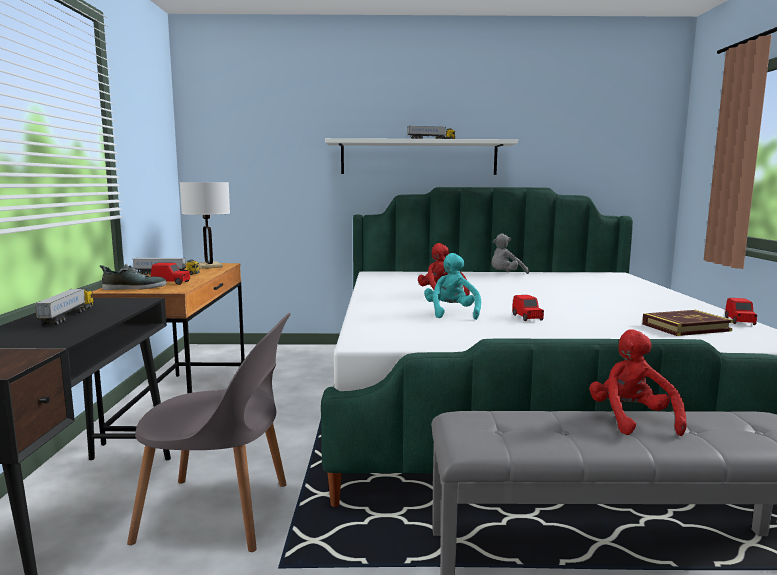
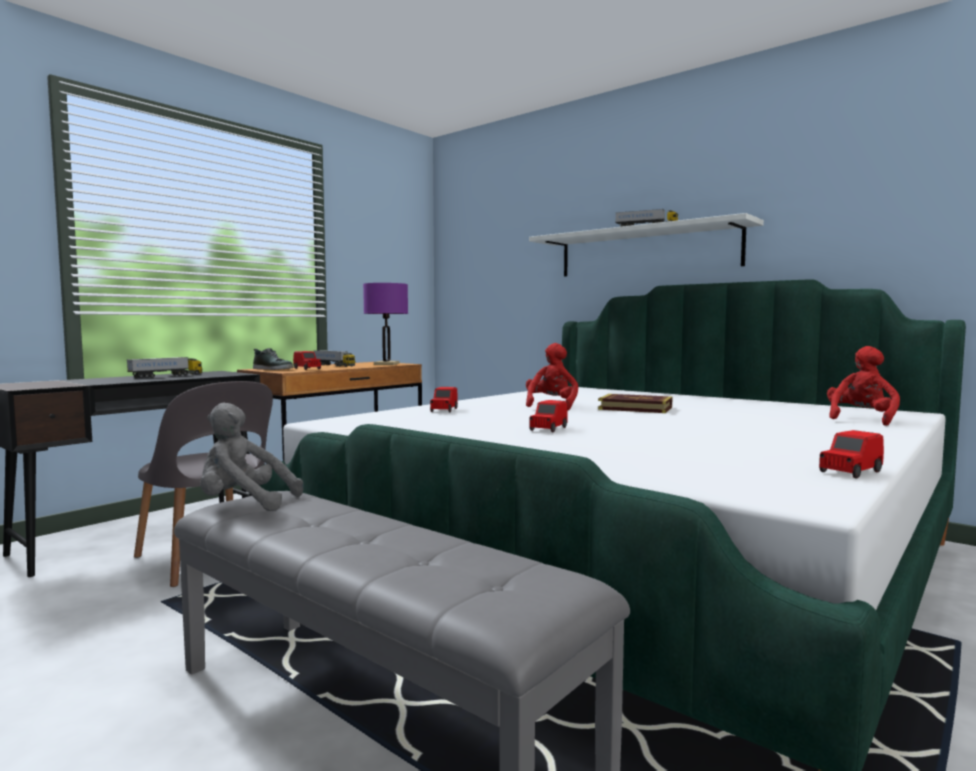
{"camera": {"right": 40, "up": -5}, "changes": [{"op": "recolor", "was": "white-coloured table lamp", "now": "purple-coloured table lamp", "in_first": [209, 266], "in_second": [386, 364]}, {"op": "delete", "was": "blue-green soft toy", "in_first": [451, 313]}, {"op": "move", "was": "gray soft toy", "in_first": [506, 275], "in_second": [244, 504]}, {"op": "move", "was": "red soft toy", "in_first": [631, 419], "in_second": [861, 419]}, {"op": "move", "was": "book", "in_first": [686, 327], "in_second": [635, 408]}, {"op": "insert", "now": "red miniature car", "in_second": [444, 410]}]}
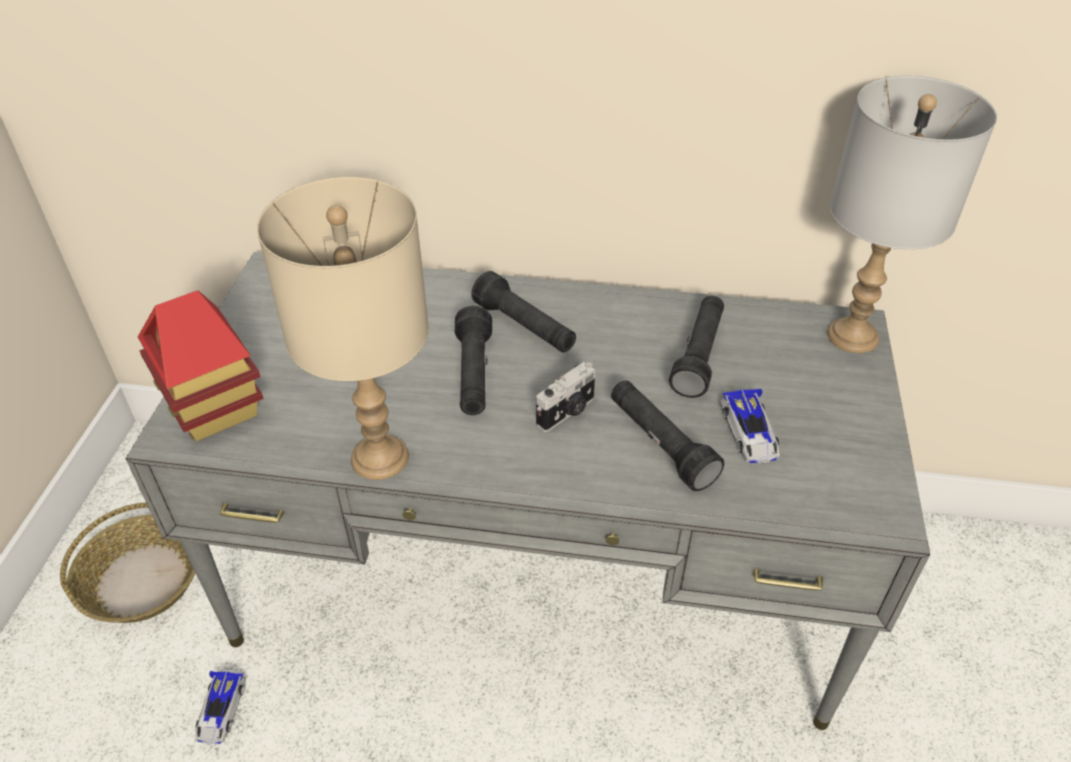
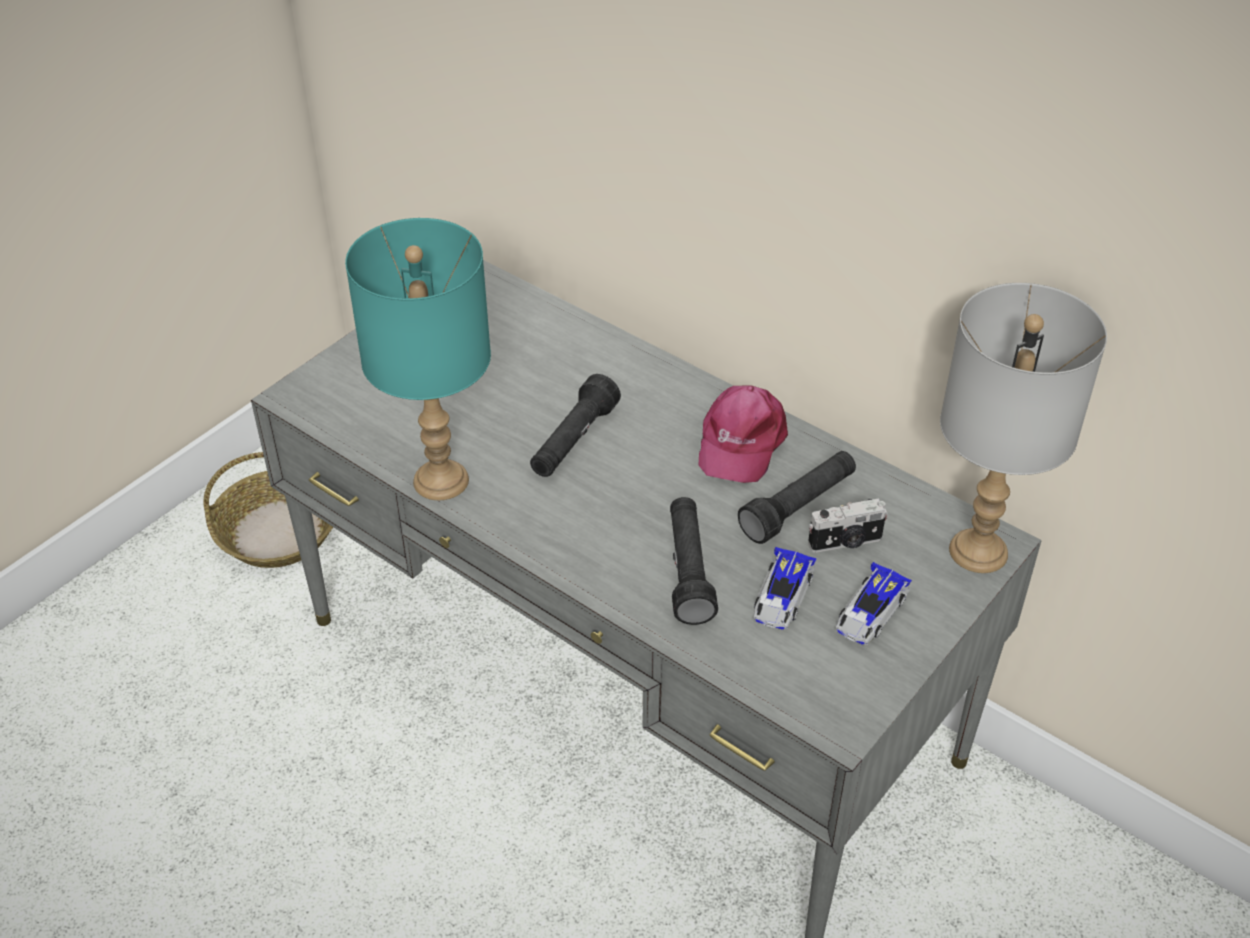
{"camera": {"right": 30, "up": 0}, "changes": [{"op": "delete", "was": "model house", "in_first": [215, 408]}, {"op": "move", "was": "miniature car", "in_first": [220, 710], "in_second": [870, 612]}, {"op": "recolor", "was": "beige table lamp", "now": "blue-green table lamp", "in_first": [380, 458], "in_second": [440, 481]}, {"op": "delete", "was": "black-coloured flashlight", "in_first": [525, 327]}, {"op": "move", "was": "photo camera", "in_first": [567, 412], "in_second": [846, 543]}, {"op": "insert", "now": "pink baseball cap", "in_second": [740, 442]}]}
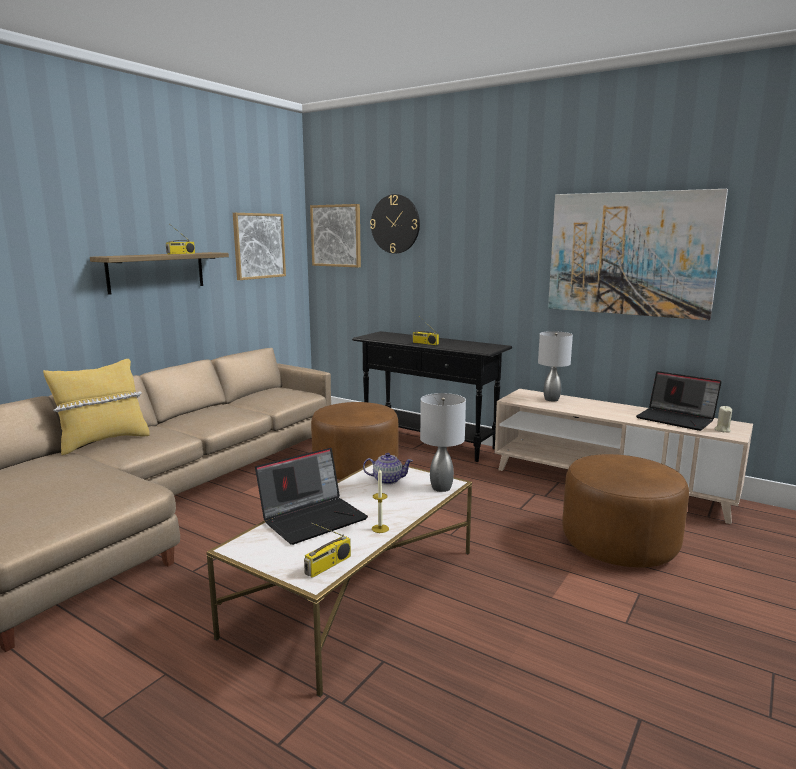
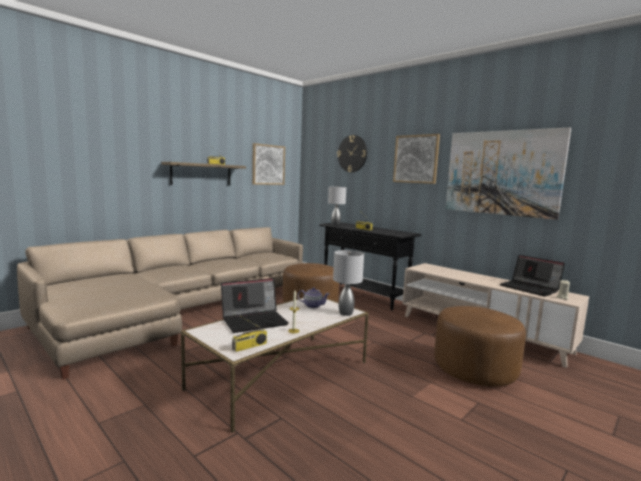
{"camera": {"right": 10, "up": -5}, "changes": [{"op": "delete", "was": "yellowish cushion", "in_first": [103, 442]}, {"op": "move", "was": "wall art", "in_first": [336, 235], "in_second": [416, 159]}, {"op": "move", "was": "gray table lamp", "in_first": [552, 399], "in_second": [336, 224]}]}
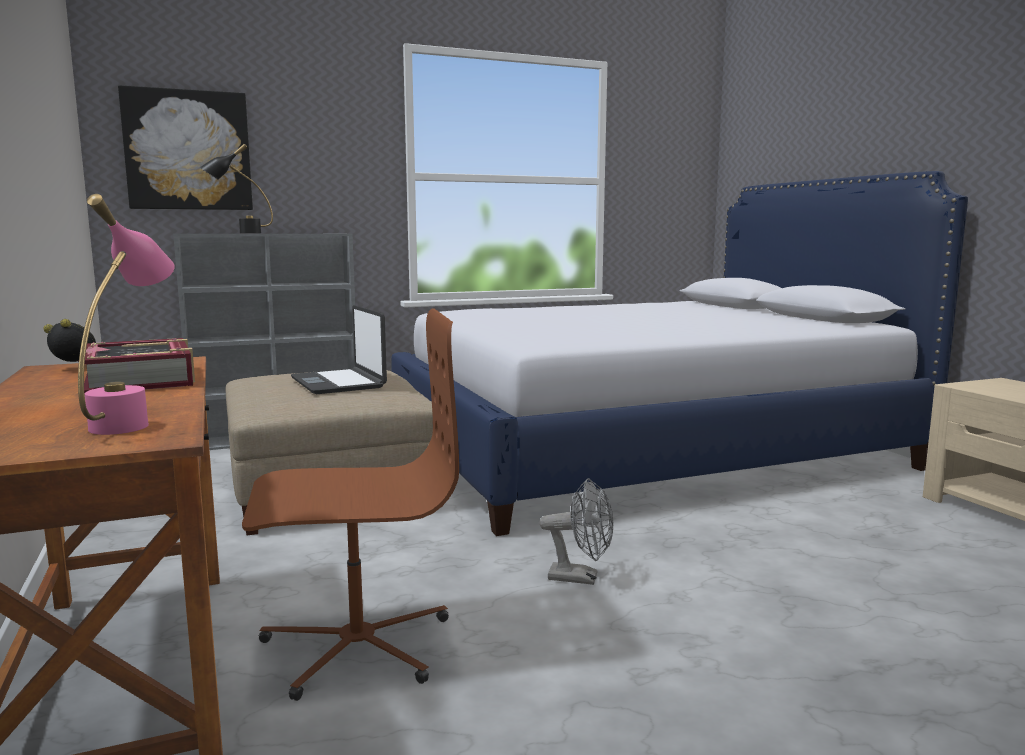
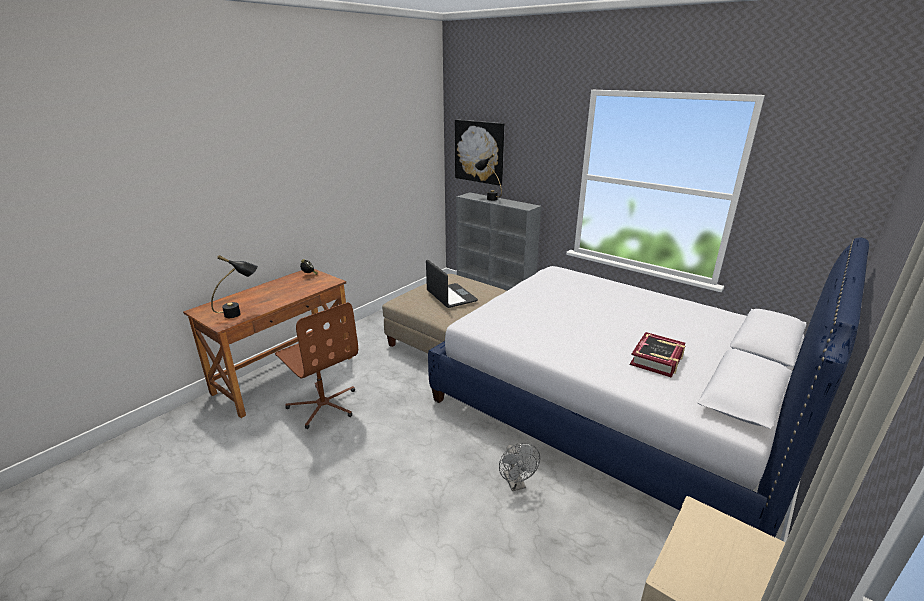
{"camera": {"right": 60, "up": 15}, "changes": [{"op": "recolor", "was": "pink table lamp", "now": "black-coloured table lamp", "in_first": [132, 421], "in_second": [240, 313]}, {"op": "move", "was": "book", "in_first": [140, 379], "in_second": [657, 359]}, {"op": "rotate", "was": "laptop", "in_first": [339, 383], "in_second": [451, 296], "clockwise": 120}, {"op": "move", "was": "gray electric fan", "in_first": [581, 577], "in_second": [516, 484]}]}
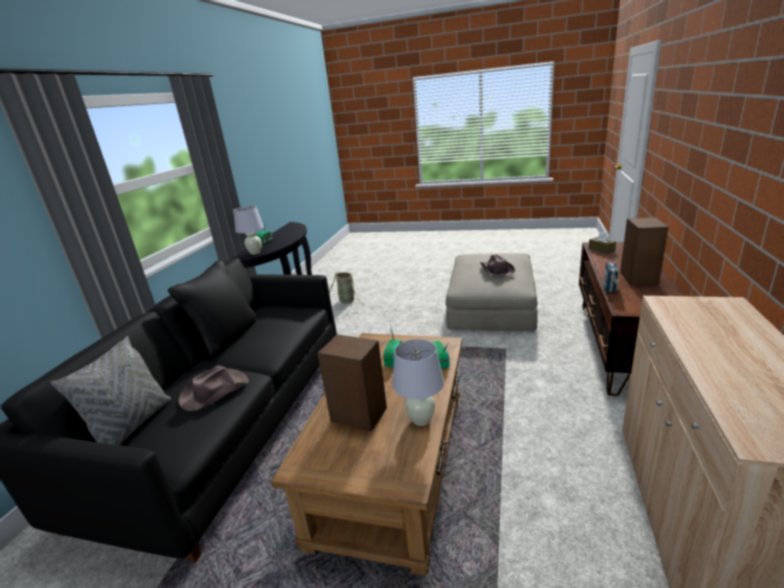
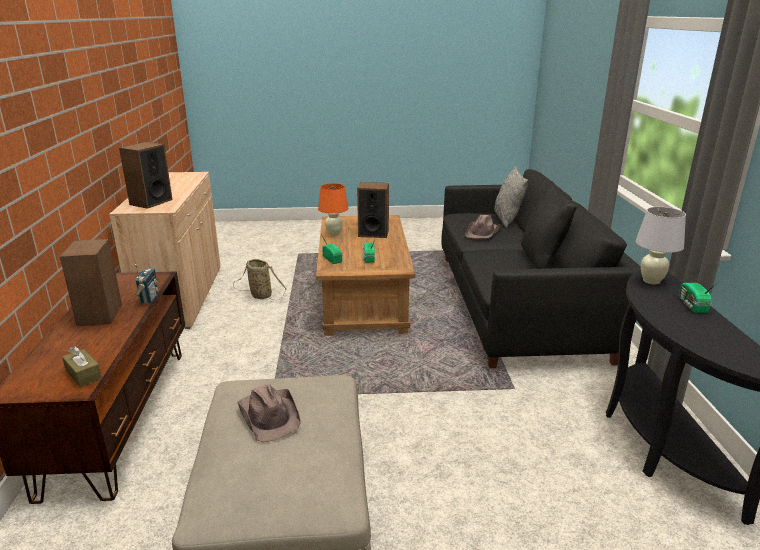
{"camera": {"right": 160, "up": 0}, "changes": [{"op": "move", "was": "storage basket", "in_first": [348, 301], "in_second": [259, 295]}, {"op": "recolor", "was": "white-coloured table lamp", "now": "orange table lamp", "in_first": [421, 420], "in_second": [334, 234]}, {"op": "insert", "now": "audio speaker", "in_second": [151, 202]}]}
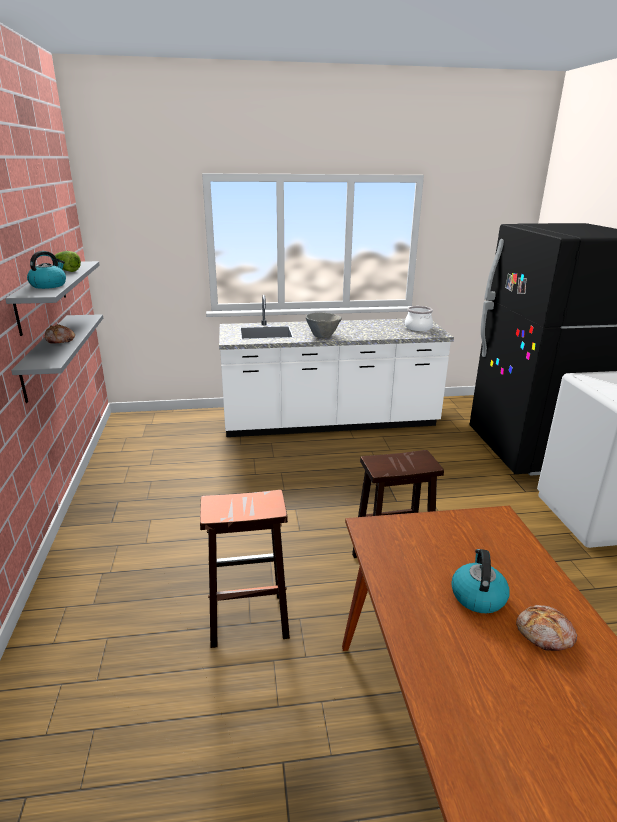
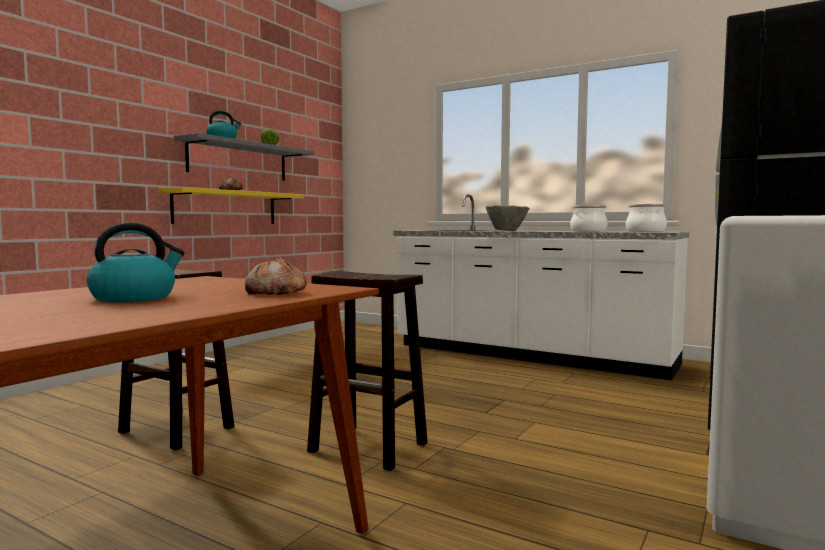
{"camera": {"right": 40, "up": -20}, "changes": [{"op": "recolor", "was": "gray shelf", "now": "yellowish shelf", "in_first": [46, 356], "in_second": [226, 207]}, {"op": "move", "was": "bakery bread", "in_first": [545, 634], "in_second": [274, 293]}, {"op": "insert", "now": "saucepot", "in_second": [588, 231]}]}
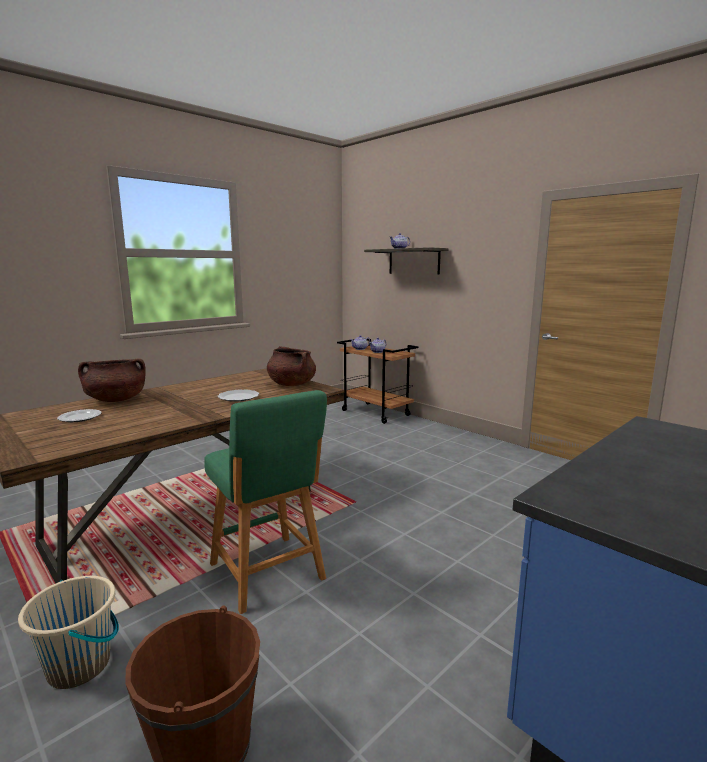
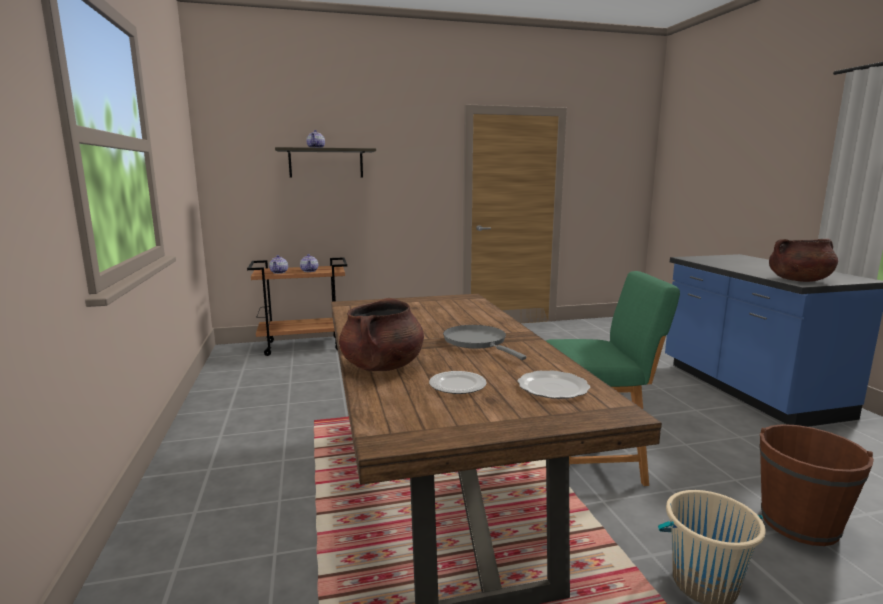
{"camera": {"right": -60, "up": 0}, "changes": [{"op": "move", "was": "plate", "in_first": [238, 397], "in_second": [553, 388]}, {"op": "move", "was": "brownish saucepot", "in_first": [291, 384], "in_second": [799, 280]}, {"op": "insert", "now": "gray frying pan", "in_second": [477, 342]}]}
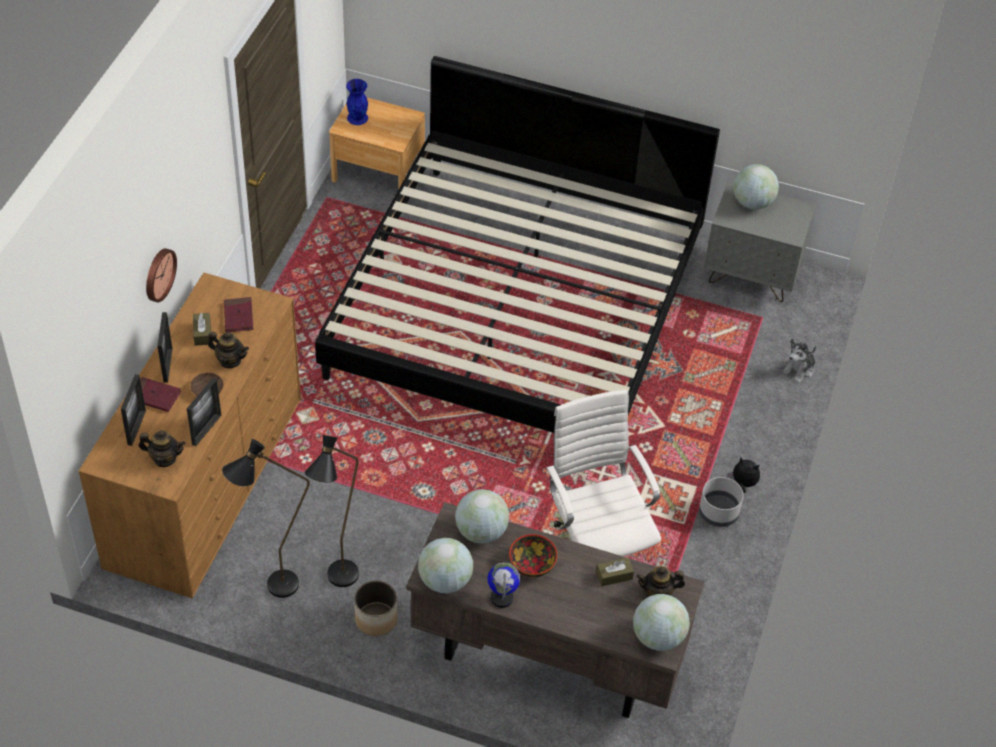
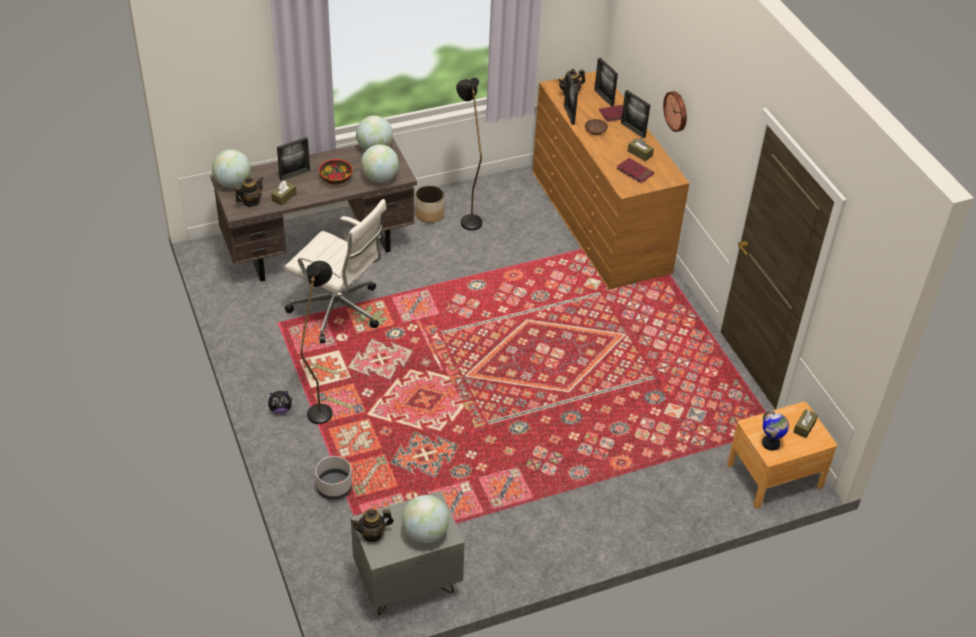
{"camera": {"right": 140, "up": -5}, "changes": [{"op": "move", "was": "teapot", "in_first": [230, 360], "in_second": [372, 534]}, {"op": "move", "was": "black-coloured standard lamp", "in_first": [273, 591], "in_second": [322, 407]}, {"op": "delete", "was": "bed", "in_first": [516, 306]}, {"op": "replace", "was": "blue decorative vase", "now": "brownish tissue holder", "in_first": [358, 117], "in_second": [804, 427]}, {"op": "move", "was": "desk globe", "in_first": [502, 598], "in_second": [770, 443]}, {"op": "move", "was": "gray planter", "in_first": [719, 513], "in_second": [334, 488]}, {"op": "delete", "was": "soft toy", "in_first": [799, 369]}, {"op": "insert", "now": "picture frame", "in_second": [295, 174]}]}
